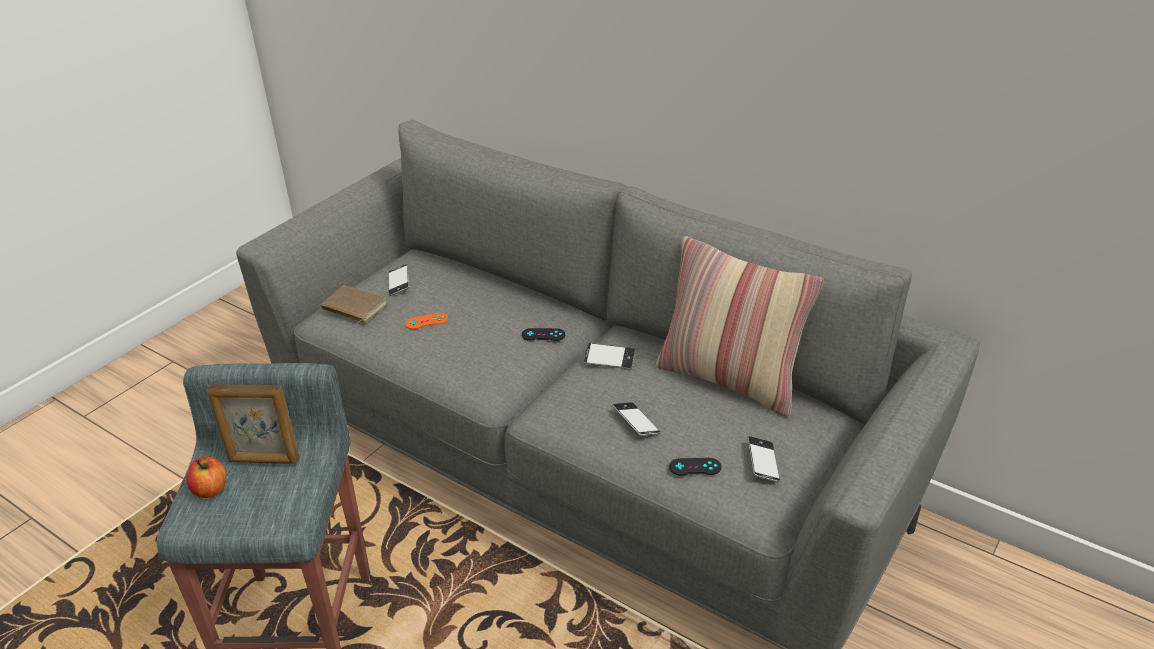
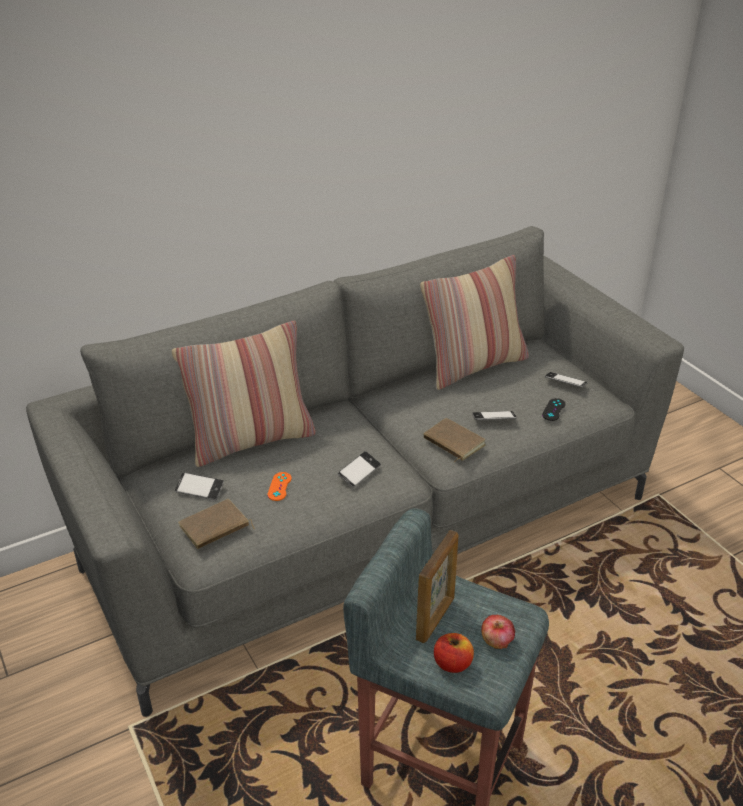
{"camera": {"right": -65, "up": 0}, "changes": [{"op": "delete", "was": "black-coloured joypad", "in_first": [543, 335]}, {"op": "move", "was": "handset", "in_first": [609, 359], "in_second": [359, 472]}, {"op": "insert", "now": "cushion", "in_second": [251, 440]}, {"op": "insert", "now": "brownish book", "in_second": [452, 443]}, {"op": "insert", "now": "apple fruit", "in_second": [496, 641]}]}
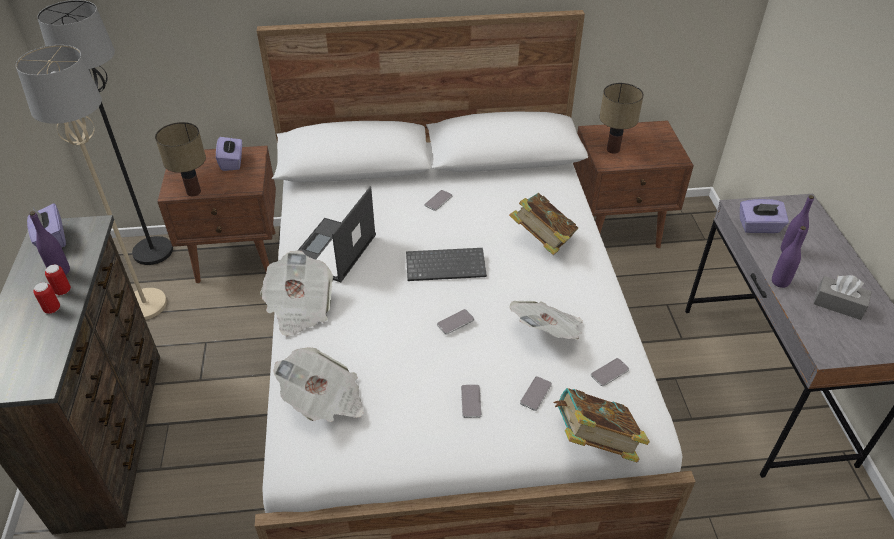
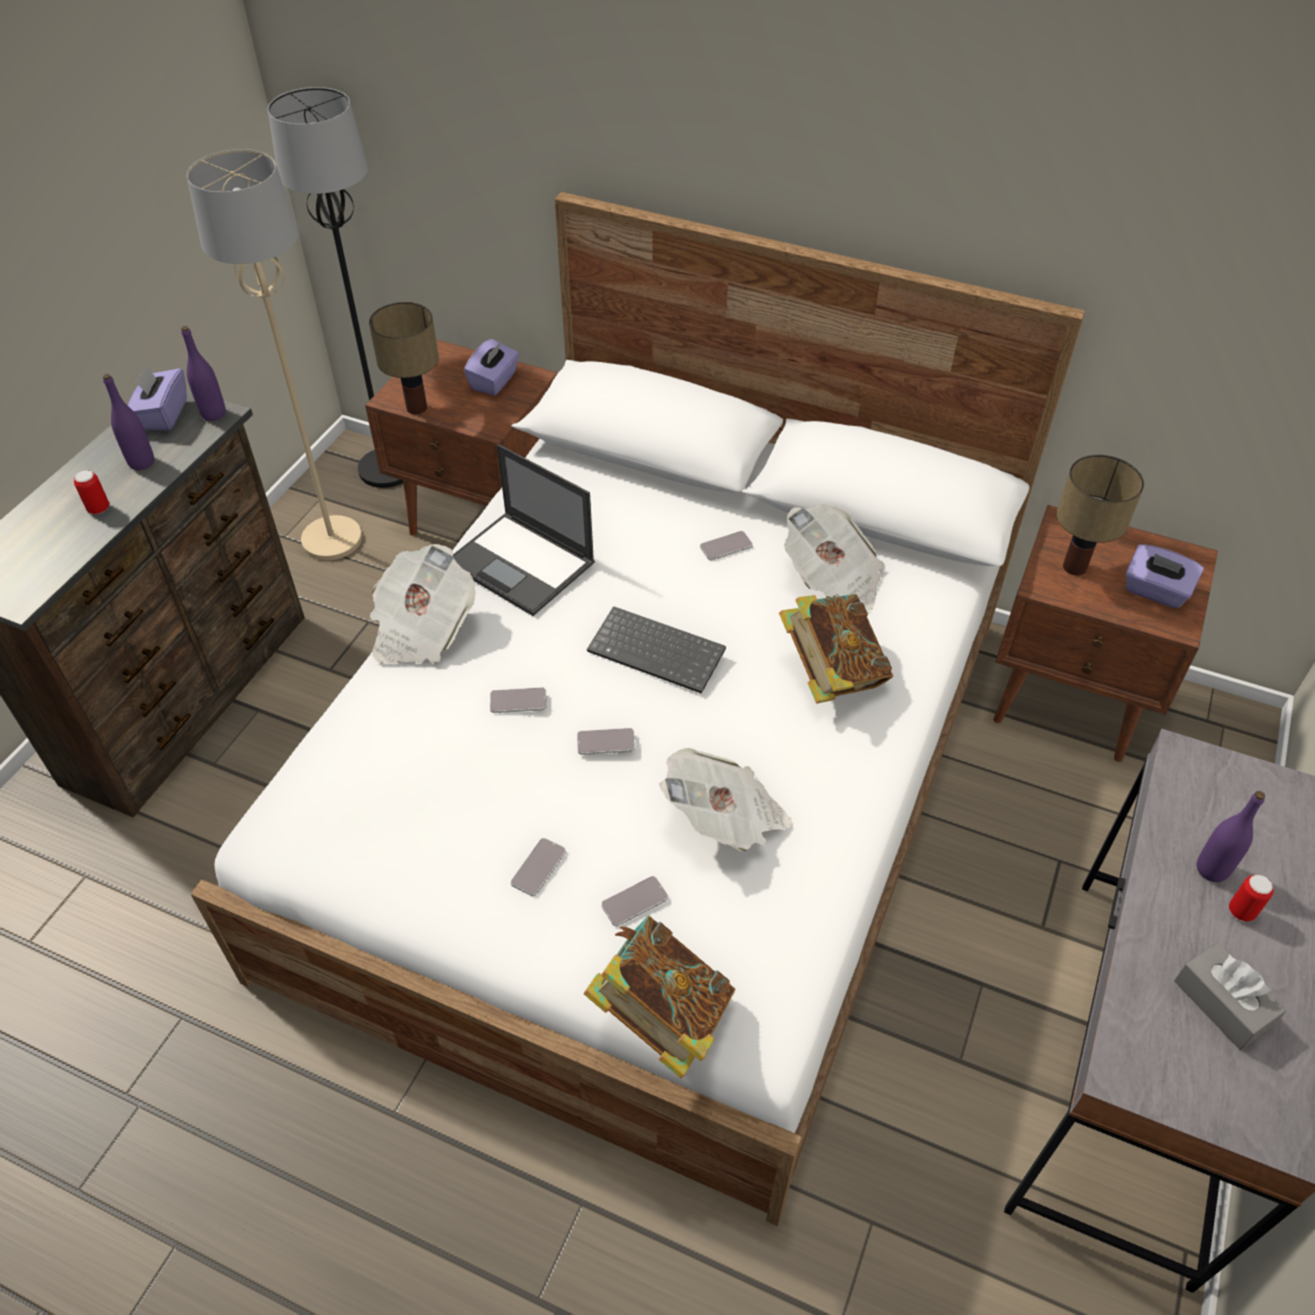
{"camera": {"right": 30, "up": 5}, "changes": [{"op": "move", "was": "sealed can", "in_first": [63, 291], "in_second": [1241, 911]}, {"op": "move", "was": "newspaper", "in_first": [324, 400], "in_second": [832, 578]}, {"op": "rotate", "was": "laptop", "in_first": [332, 251], "in_second": [522, 564], "clockwise": -105}, {"op": "move", "was": "handset", "in_first": [609, 372], "in_second": [518, 701]}, {"op": "move", "was": "purple-coloured tissue holder", "in_first": [759, 227], "in_second": [1155, 591]}, {"op": "move", "was": "purple-coloured bottle", "in_first": [780, 282], "in_second": [213, 414]}]}
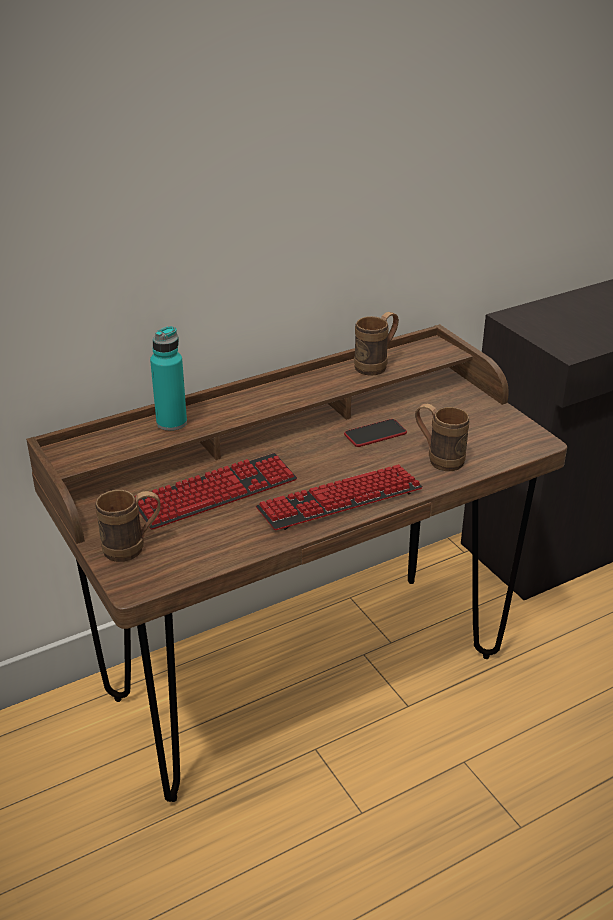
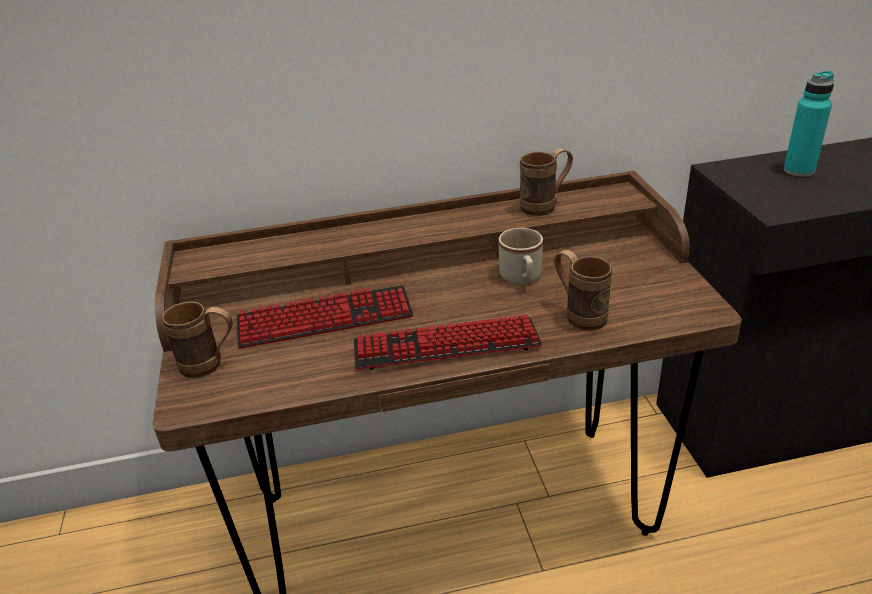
{"camera": {"right": 20, "up": 0}, "changes": [{"op": "move", "was": "blue-green bottle", "in_first": [171, 423], "in_second": [799, 170]}, {"op": "replace", "was": "handset", "now": "beige mug", "in_first": [375, 434], "in_second": [522, 279]}]}
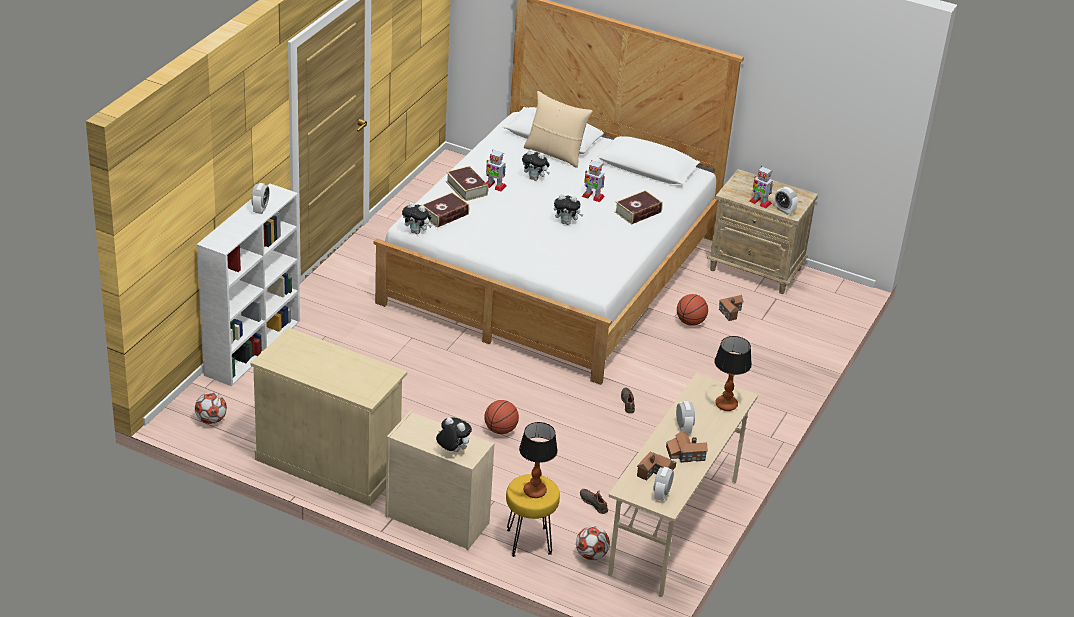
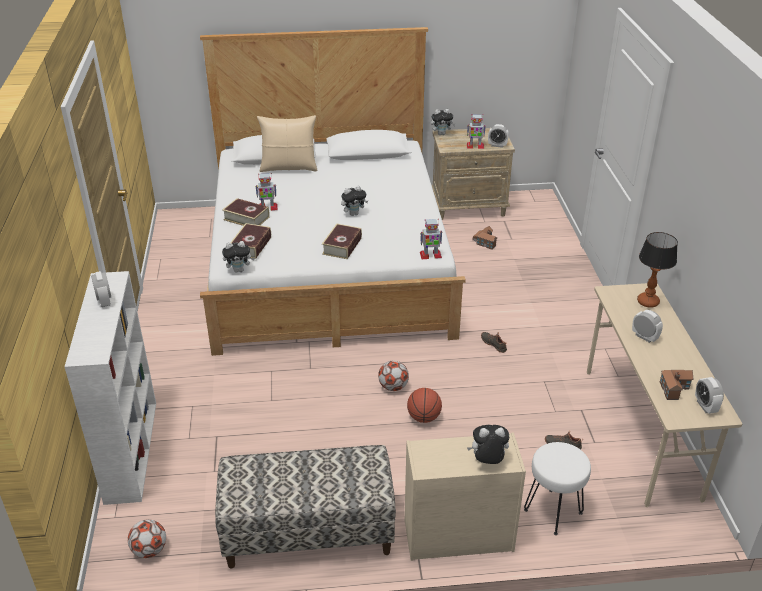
{"camera": {"right": -30, "up": 0}, "changes": [{"op": "replace", "was": "beige cupboard", "now": "bench", "in_first": [329, 464], "in_second": [308, 533]}, {"op": "recolor", "was": "yellowish sitting stool", "now": "white-coloured sitting stool", "in_first": [528, 542], "in_second": [553, 512]}, {"op": "delete", "was": "table lamp", "in_first": [535, 492]}, {"op": "move", "was": "soft toy", "in_first": [535, 178], "in_second": [441, 134]}, {"op": "move", "was": "football ball", "in_first": [591, 555], "in_second": [393, 387]}, {"op": "move", "was": "model robot", "in_first": [592, 196], "in_second": [430, 255]}, {"op": "move", "was": "book", "in_first": [638, 212], "in_second": [342, 246]}, {"op": "delete", "was": "model house", "in_first": [685, 454]}, {"op": "delete", "was": "basketball ball", "in_first": [690, 322]}]}
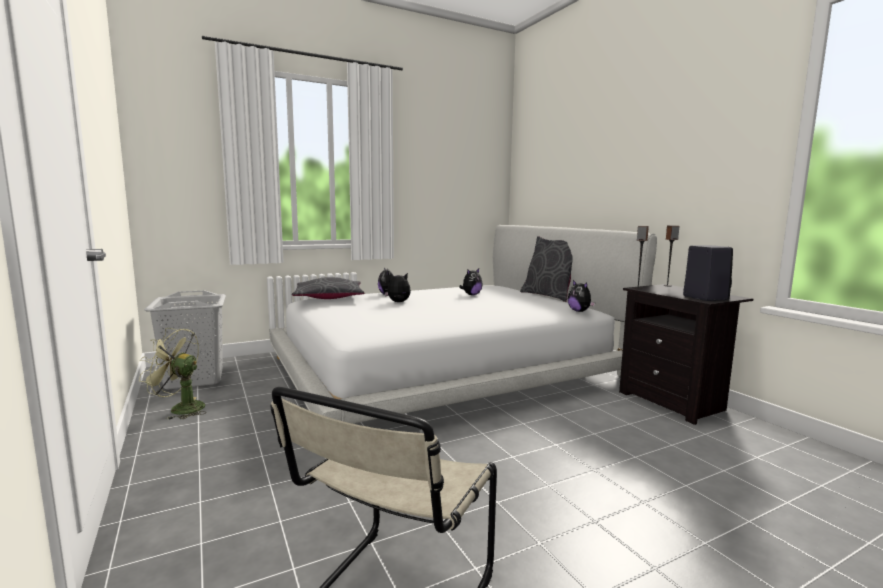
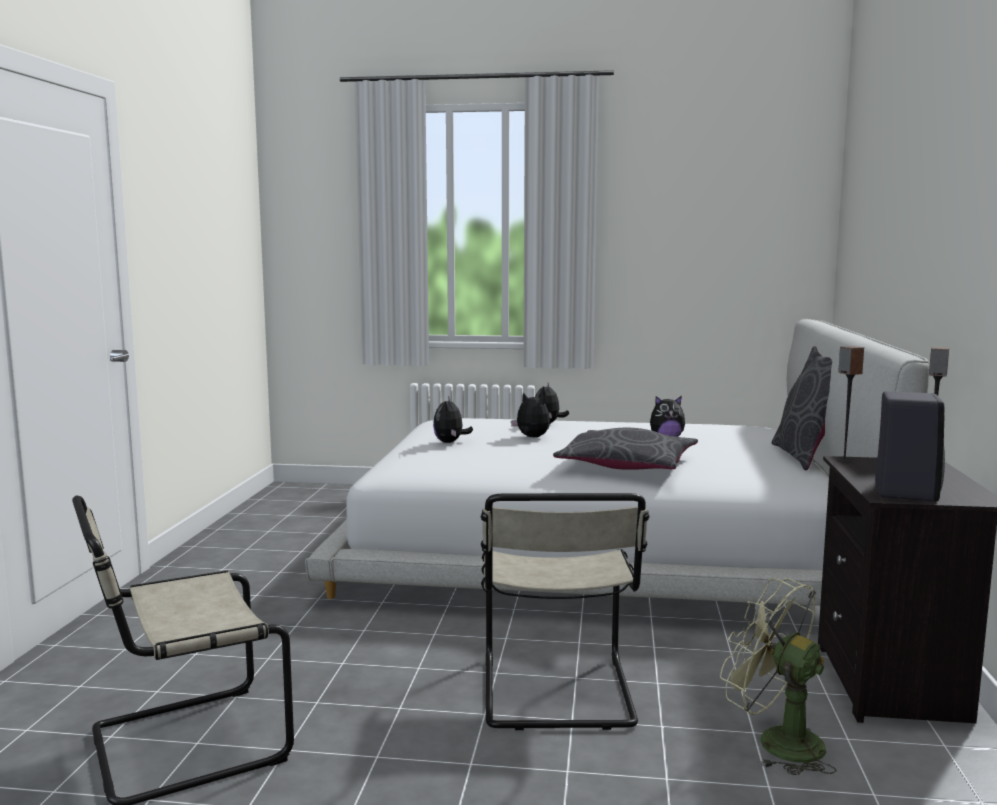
{"camera": {"right": 35, "up": 0}, "changes": [{"op": "move", "was": "greenish electric fan", "in_first": [180, 409], "in_second": [776, 741]}, {"op": "delete", "was": "gray laundry basket", "in_first": [195, 379]}, {"op": "move", "was": "gray cushion", "in_first": [329, 298], "in_second": [627, 466]}, {"op": "move", "was": "soft toy", "in_first": [579, 311], "in_second": [450, 442]}, {"op": "insert", "now": "beige chair", "in_second": [557, 695]}]}
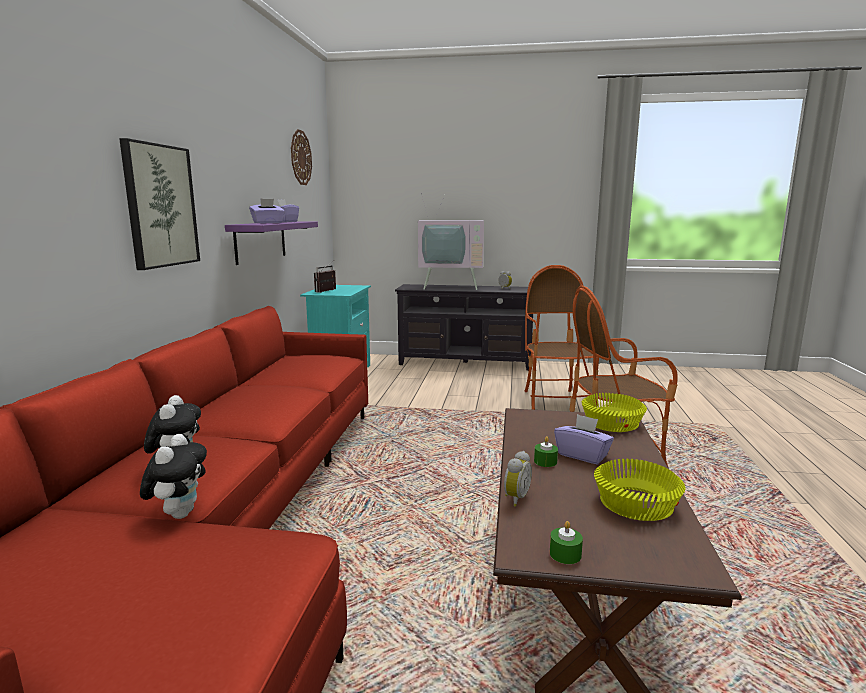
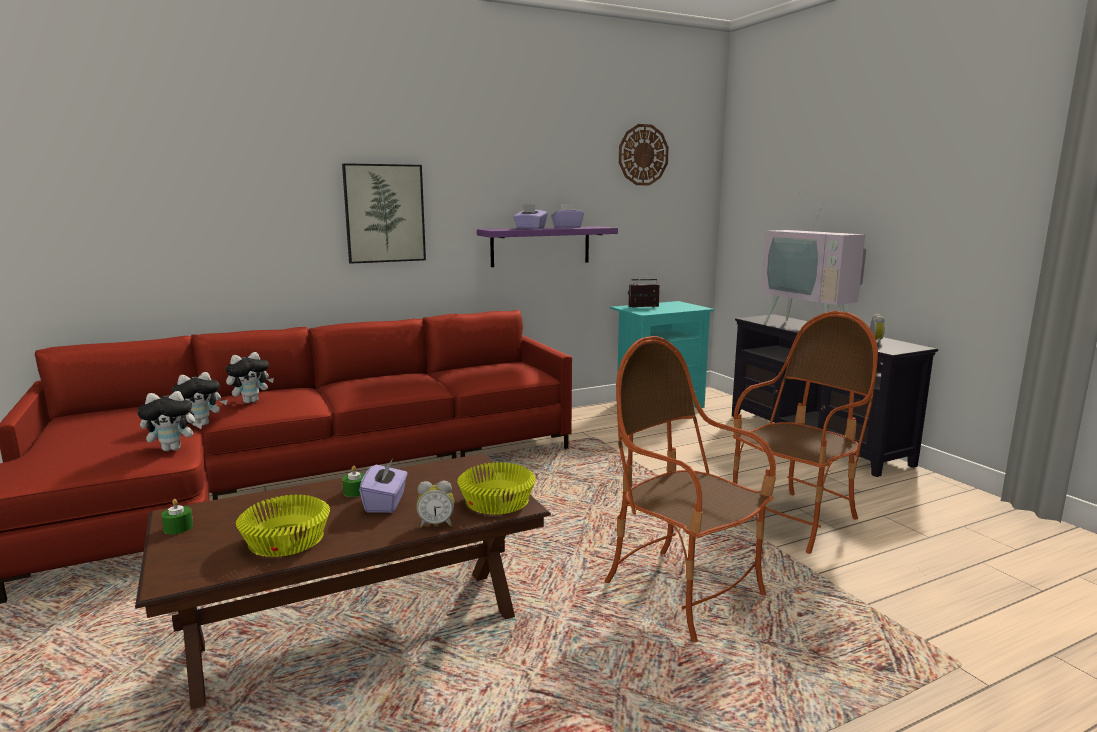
{"camera": {"right": 55, "up": 0}, "changes": [{"op": "move", "was": "table clock", "in_first": [515, 498], "in_second": [436, 524]}, {"op": "insert", "now": "soft toy", "in_second": [173, 449]}]}
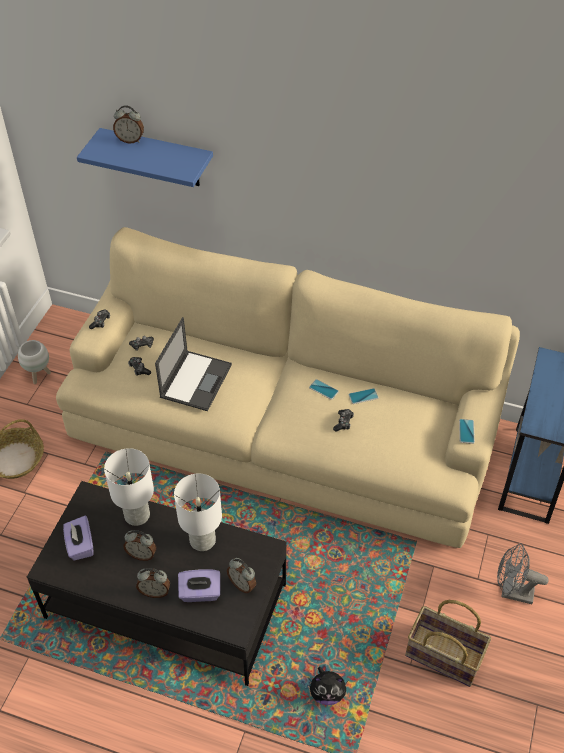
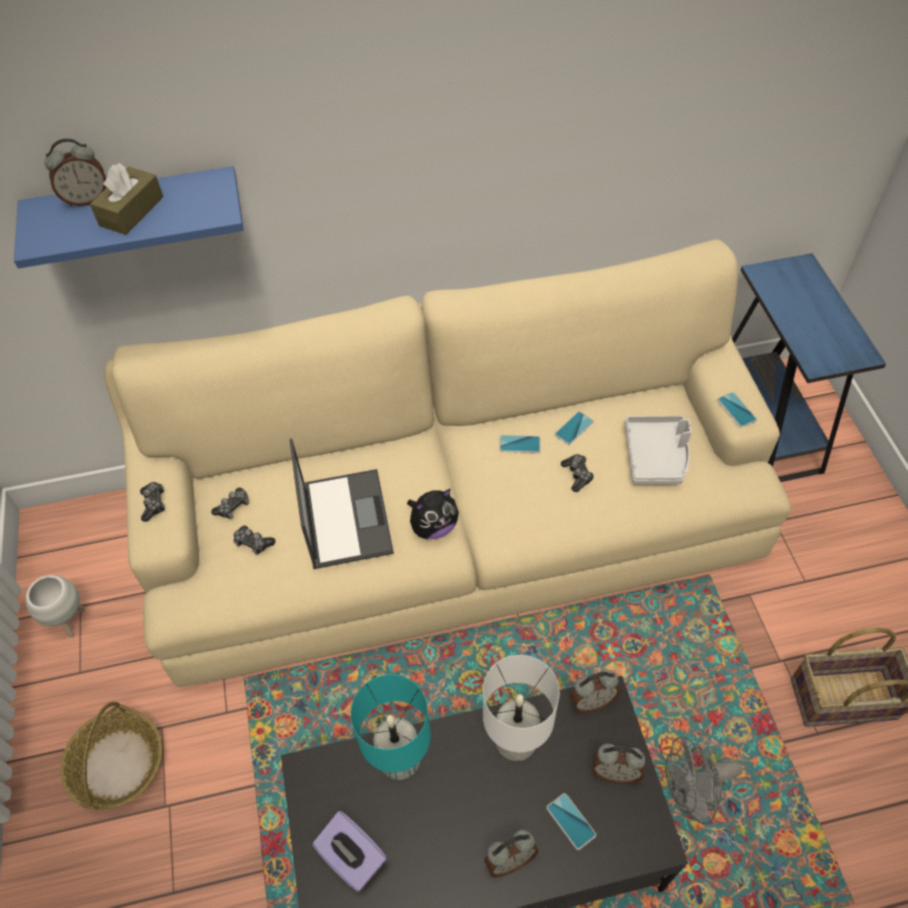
{"camera": {"right": -30, "up": 5}, "changes": [{"op": "recolor", "was": "white-coloured table lamp", "now": "blue-green table lamp", "in_first": [136, 515], "in_second": [399, 760]}, {"op": "move", "was": "table clock", "in_first": [142, 554], "in_second": [591, 701]}, {"op": "replace", "was": "purple-coloured tissue holder", "now": "handset", "in_first": [200, 593], "in_second": [571, 821]}, {"op": "move", "was": "soft toy", "in_first": [327, 693], "in_second": [433, 527]}, {"op": "move", "was": "gray electric fan", "in_first": [511, 592], "in_second": [689, 796]}, {"op": "insert", "now": "brownish tissue holder", "in_second": [131, 211]}, {"op": "insert", "now": "gray carrying tray", "in_second": [656, 456]}]}
